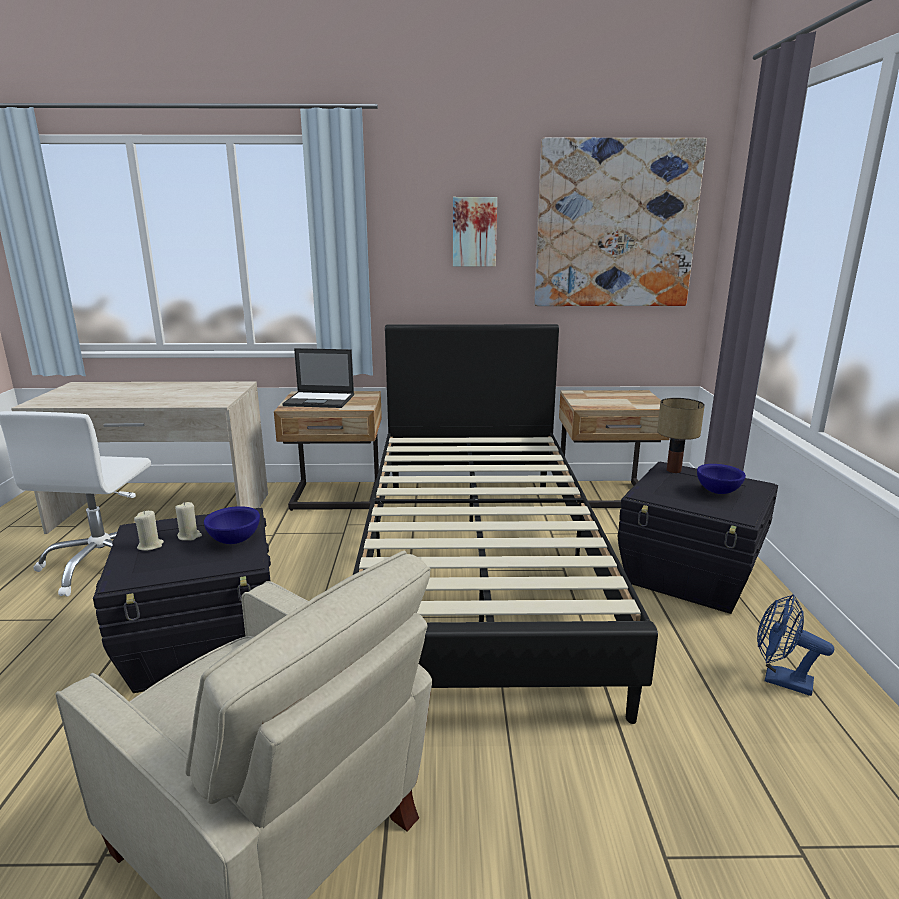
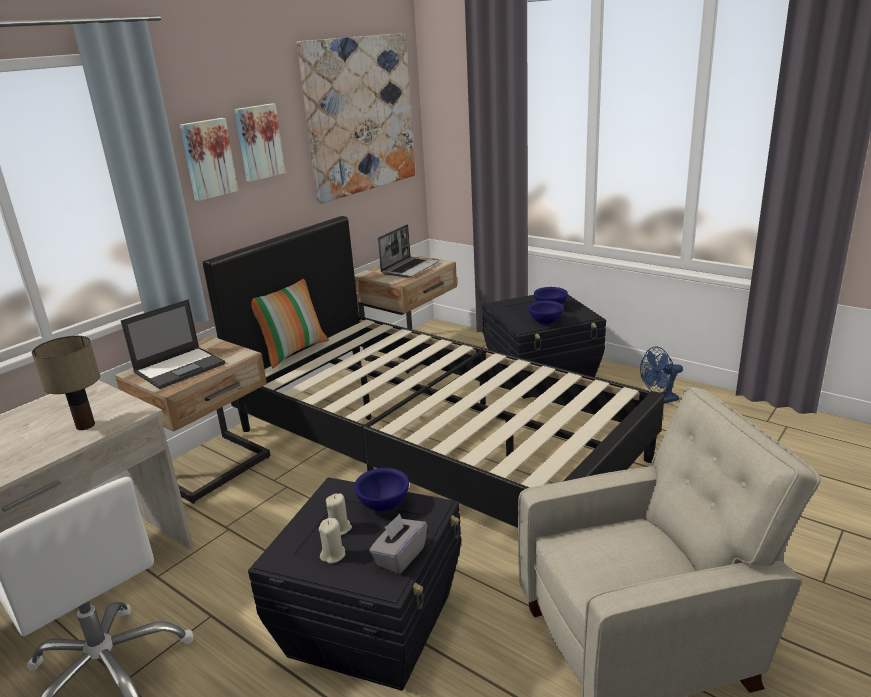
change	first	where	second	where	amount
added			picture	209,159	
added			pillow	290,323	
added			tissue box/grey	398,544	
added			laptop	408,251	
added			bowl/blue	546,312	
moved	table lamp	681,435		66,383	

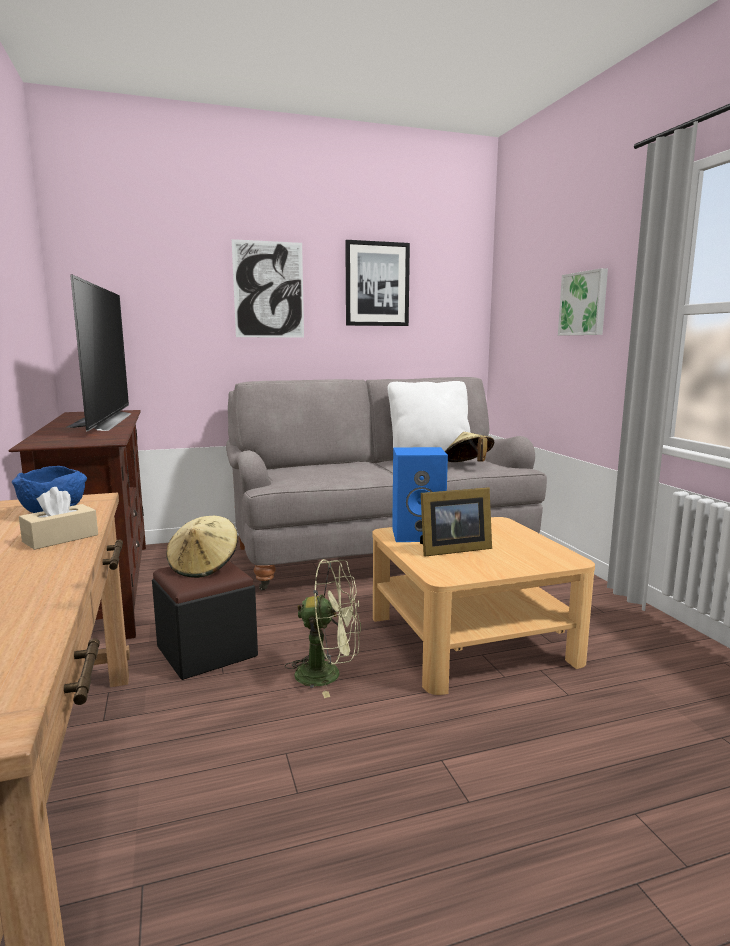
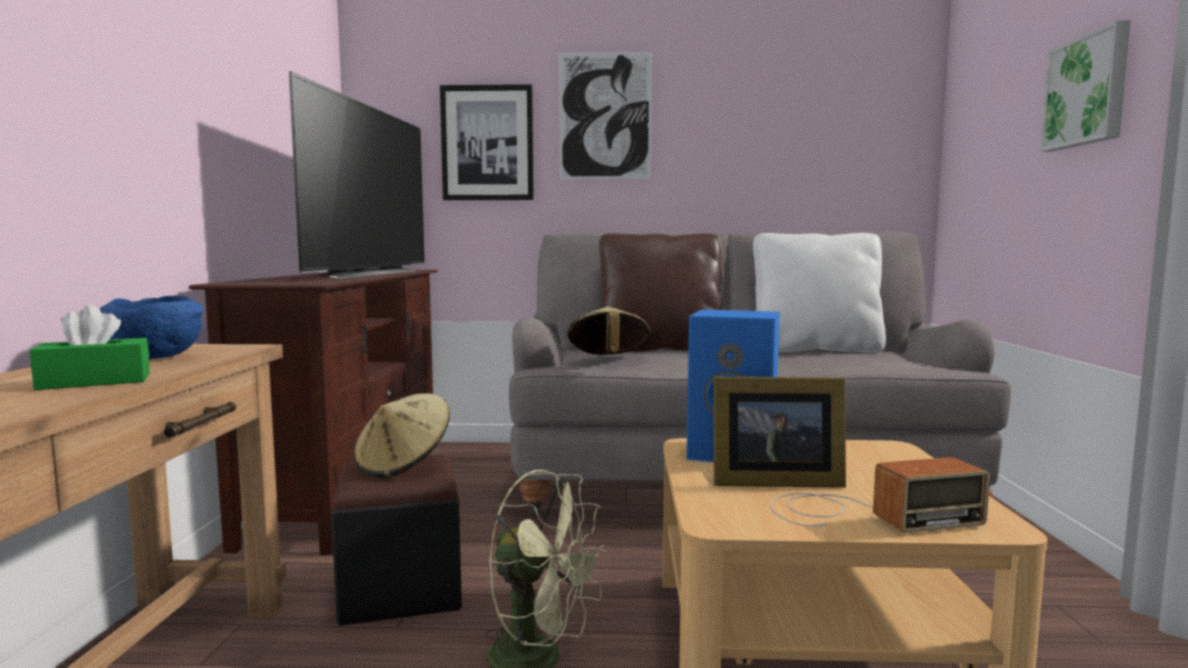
change	first	where	second	where	amount
added			pillow/brown	661,292	
added			radio	880,495	
moved	picture	377,283		487,142	
moved	hat/beige	469,447		609,330	
recoloured	tissue box/beige	58,518	tissue box/green	90,347	

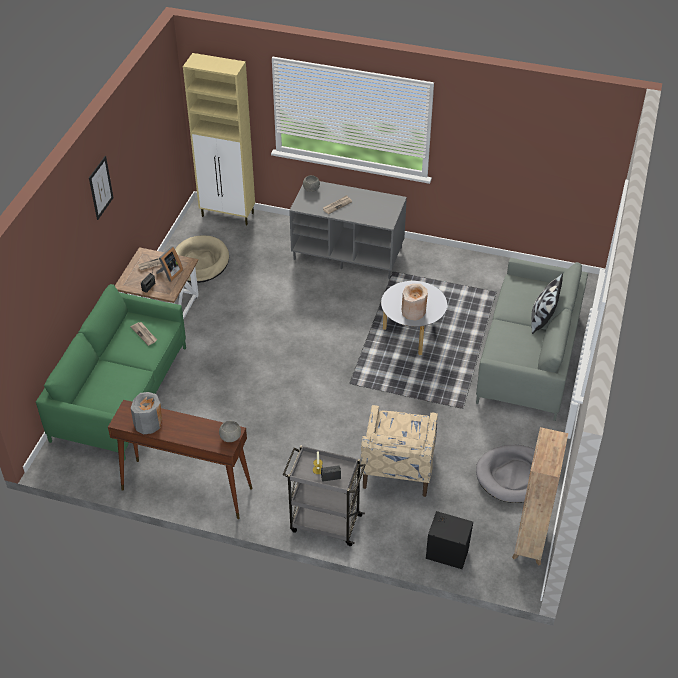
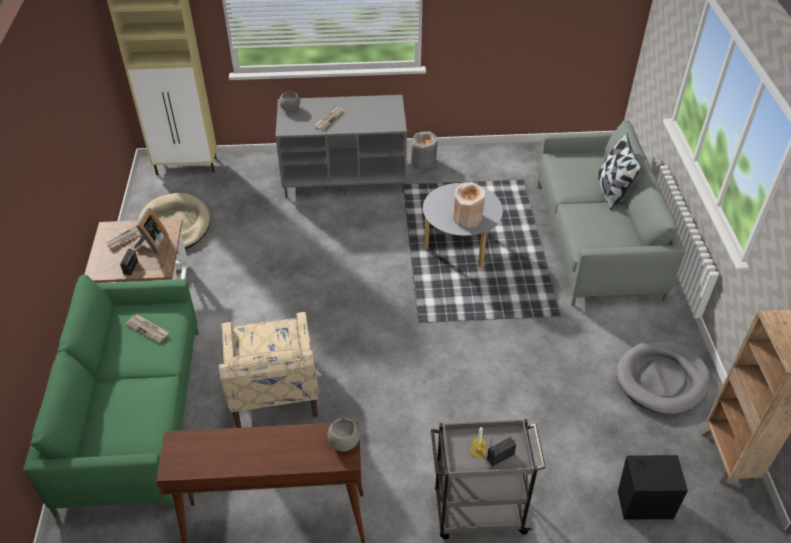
change	first	where	second	where	amount
removed	picture	101,188			
moved	vase/grey	146,413		424,150	
moved	armchair/beige	399,451		268,370	

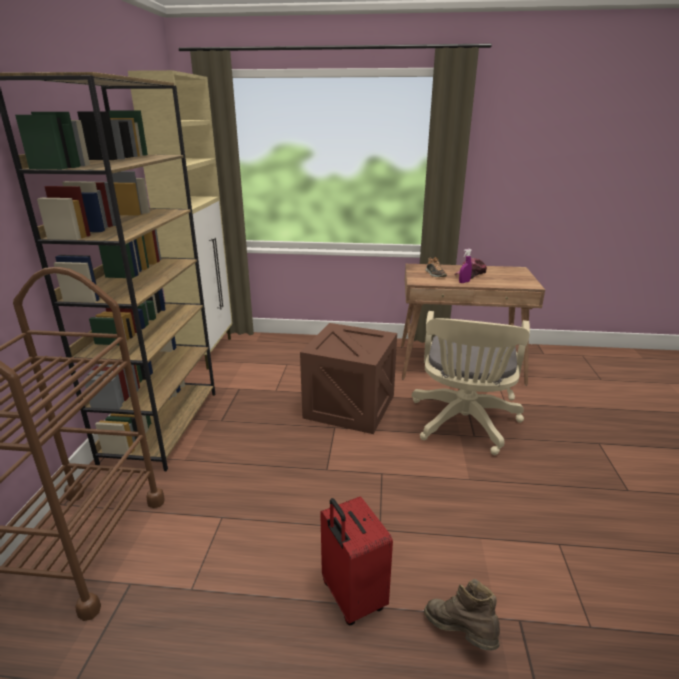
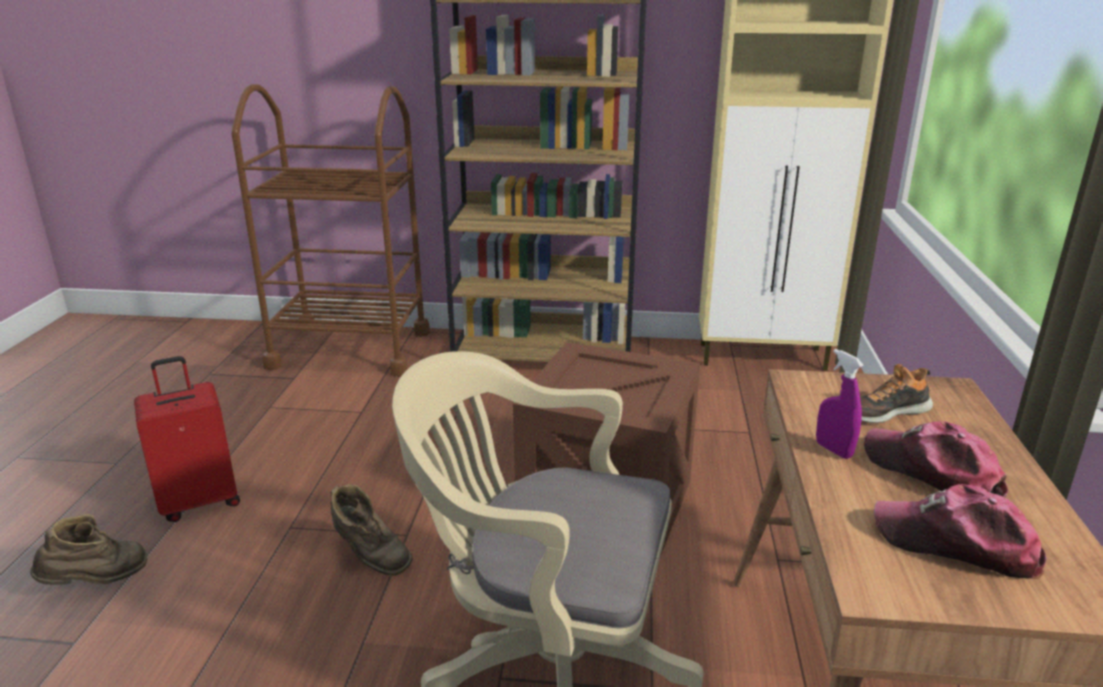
change	first	where	second	where	amount
added			boot/brown	371,530	
added			cap	960,531	

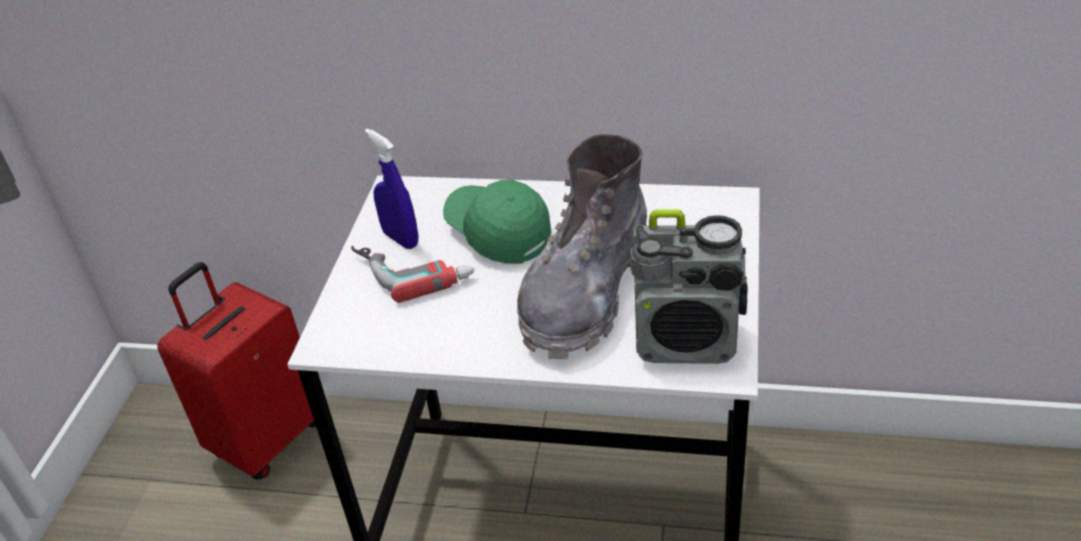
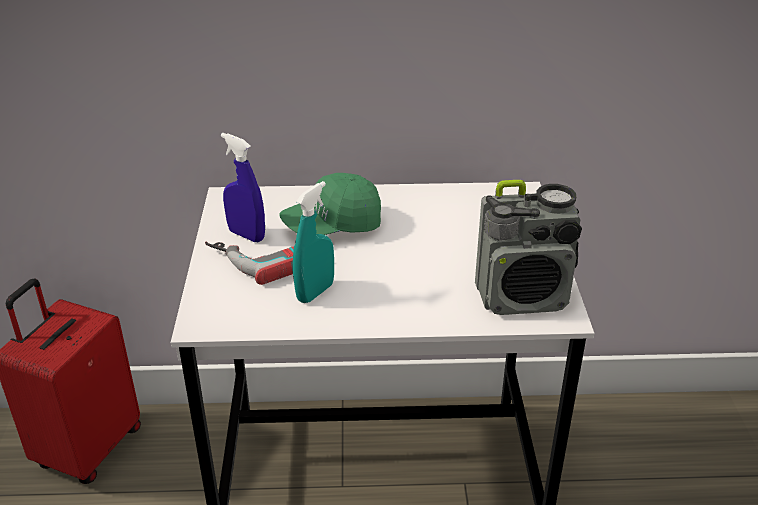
change	first	where	second	where	amount
removed	boot/grey	582,246			
added			spray bottle/turquoise	313,242	
turned	cap/green	497,222		330,204	60 degrees counterclockwise

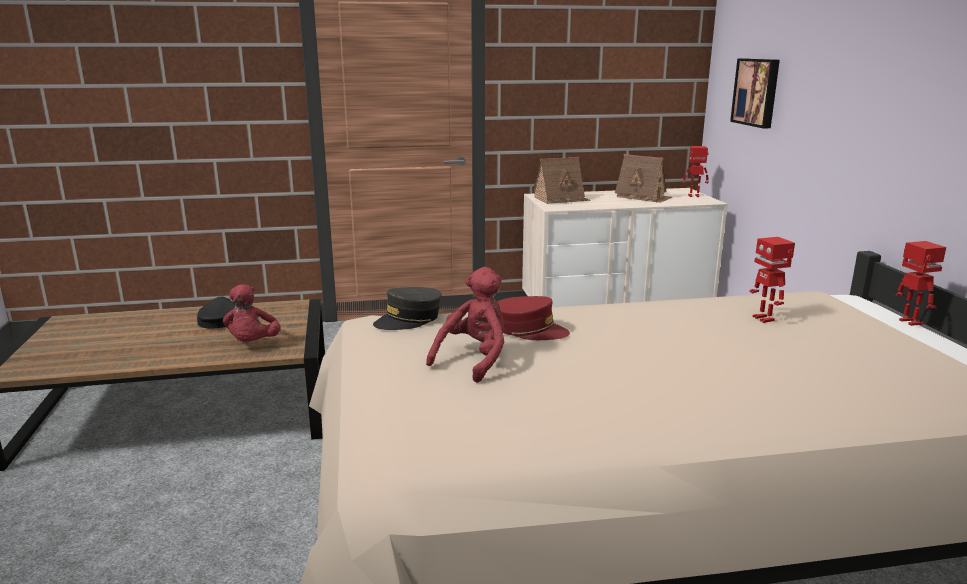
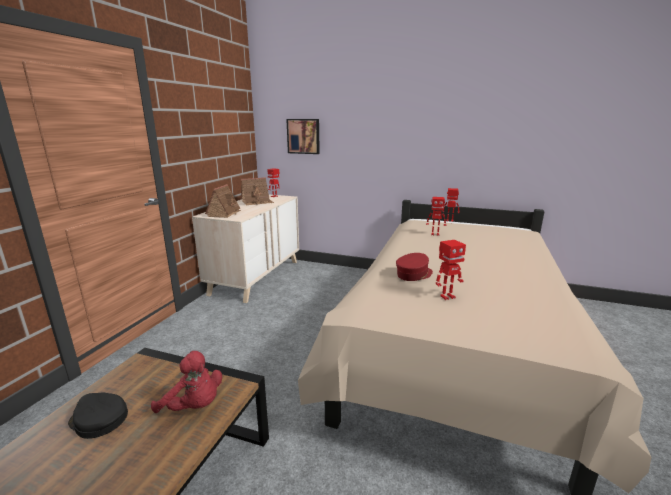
change	first	where	second	where	amount
removed	cap/grey	407,308			
replaced	plush toy/red	465,325	toy robot	451,270	

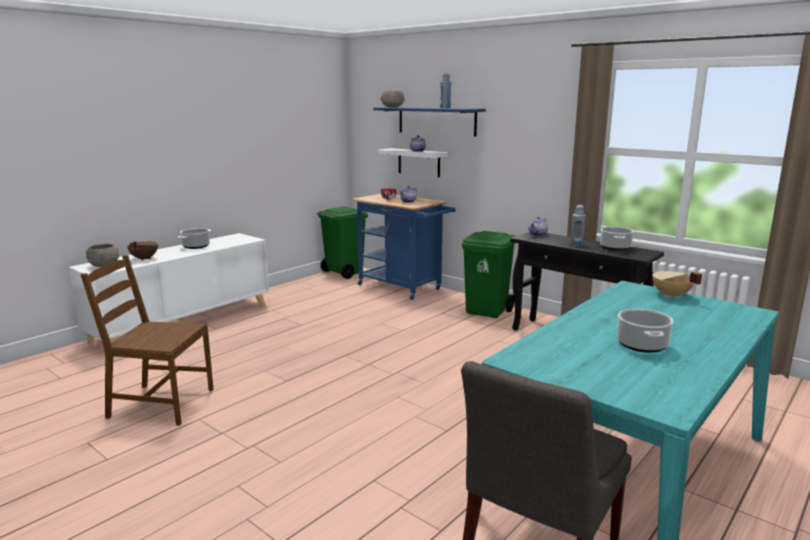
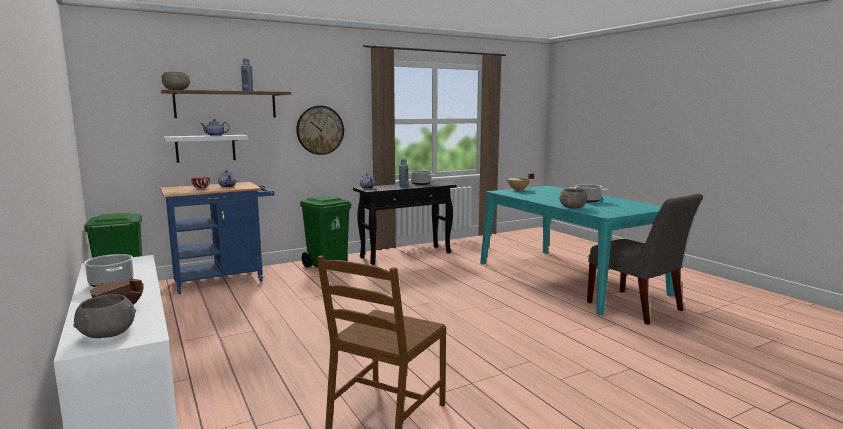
change	first	where	second	where	amount
added			wall clock	320,130	
added			bowl/grey	573,199	
recoloured	shelf/blue	429,122	shelf/brown	226,104	

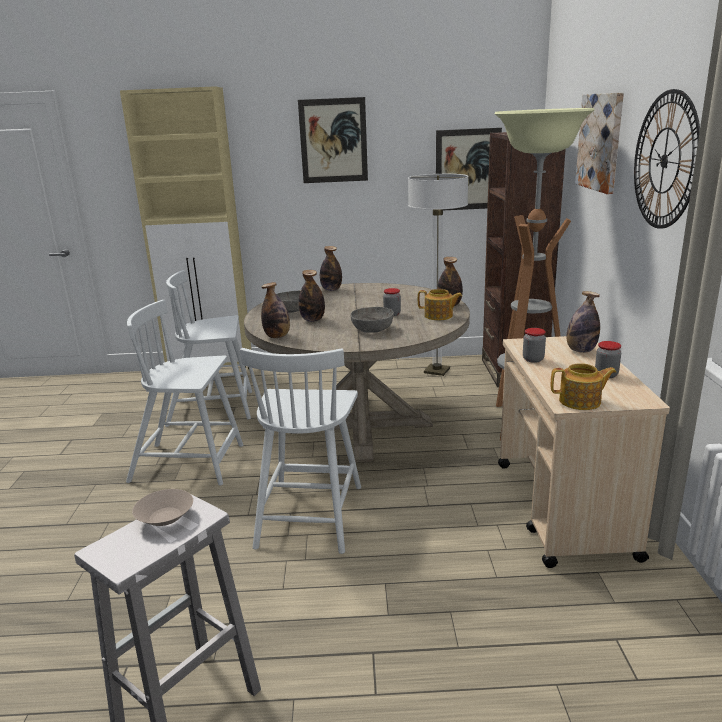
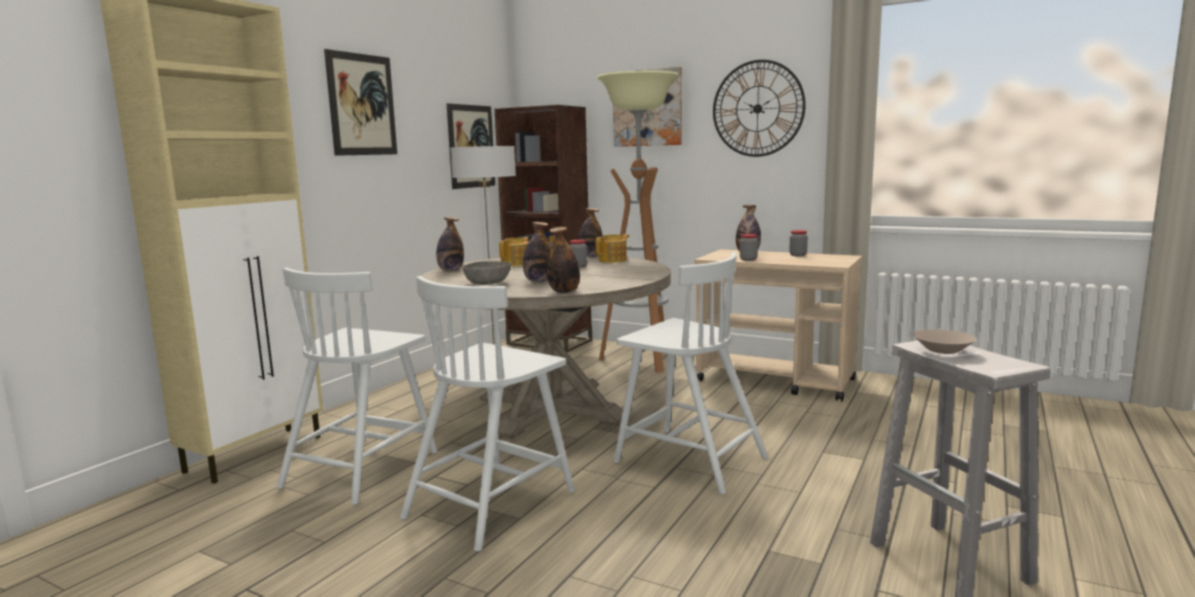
change	first	where	second	where	amount
removed	bowl/grey	372,320			
moved	teapot	584,386		514,251	

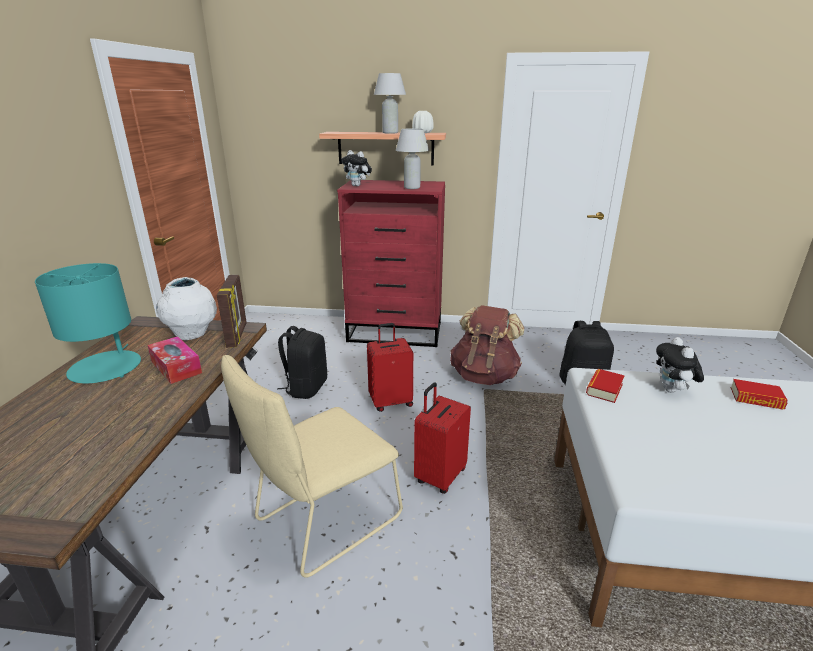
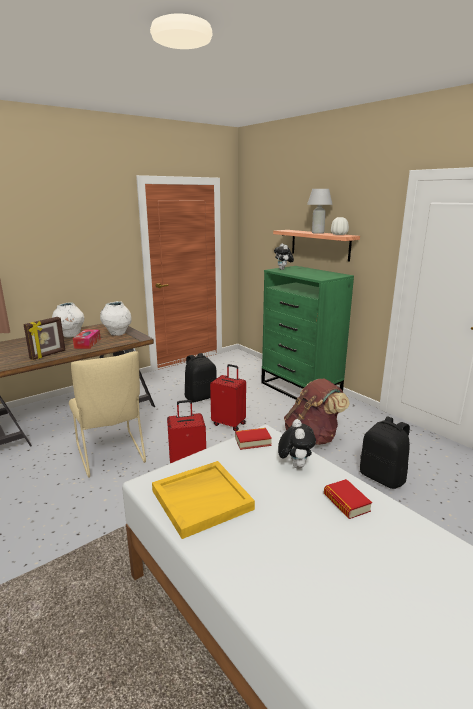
change	first	where	second	where	amount
removed	table lamp/white	412,158			
added			tray/yellow	203,500	
moved	picture frame	232,311		44,338	
replaced	table lamp/turquoise	88,323	vase/white	68,320	
recoloured	dresser/red	391,263	dresser/green	307,333	
turned	chair/beige	312,466		107,414	120 degrees counterclockwise
turned	plush toy	680,365		297,444	135 degrees clockwise

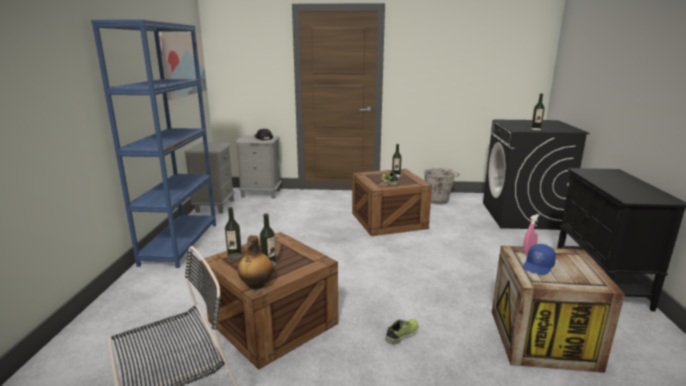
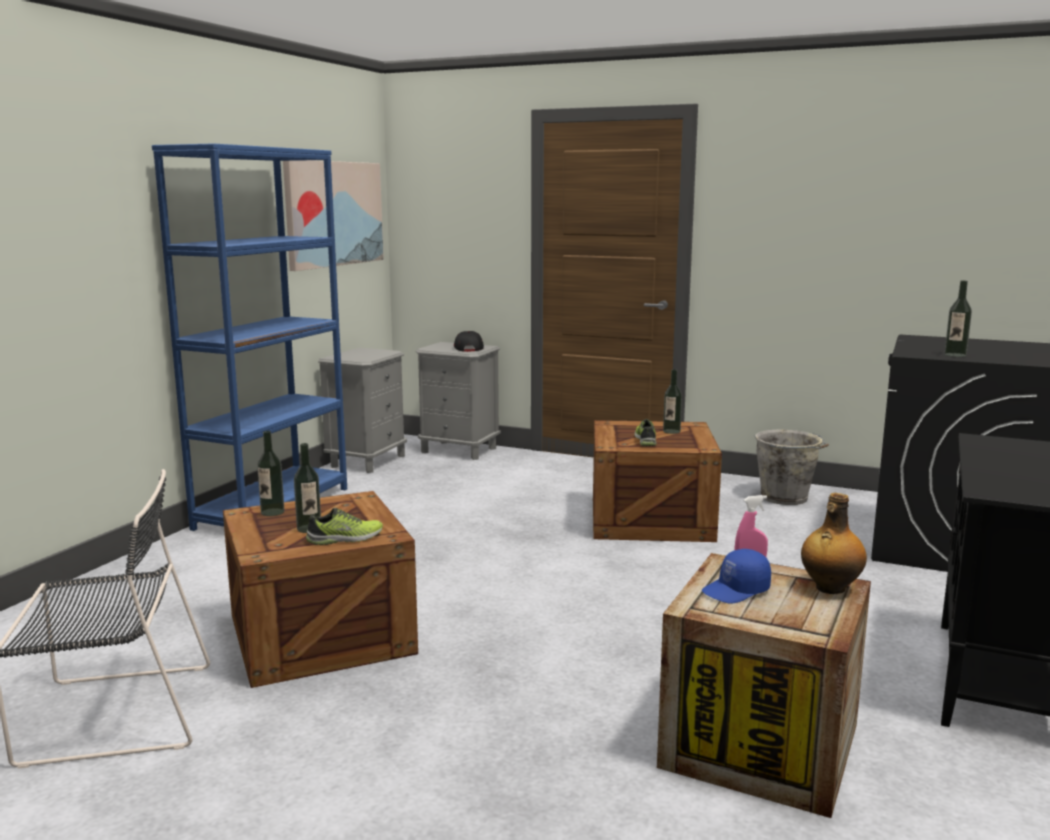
change	first	where	second	where	amount
moved	bottle	255,262		834,543	
moved	shoe	401,331		344,526	

